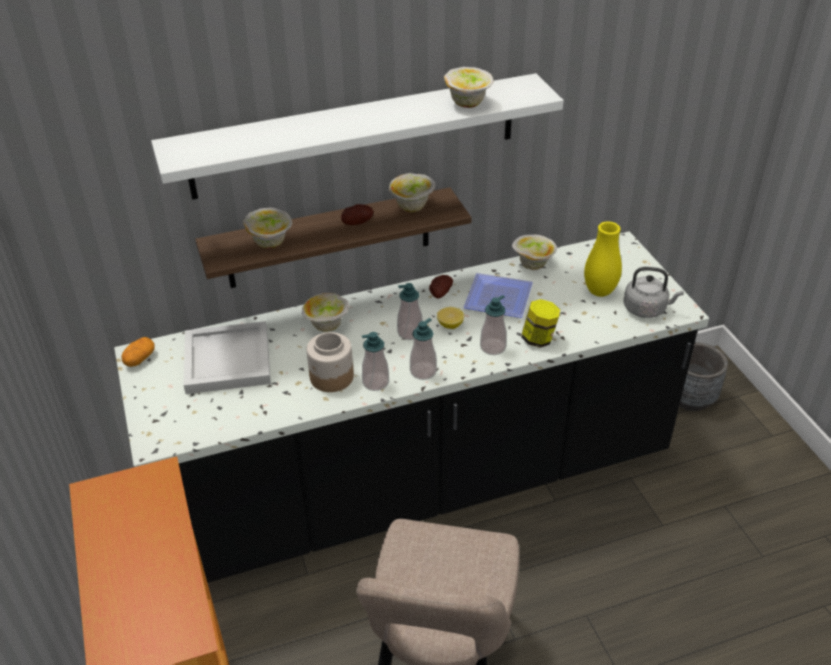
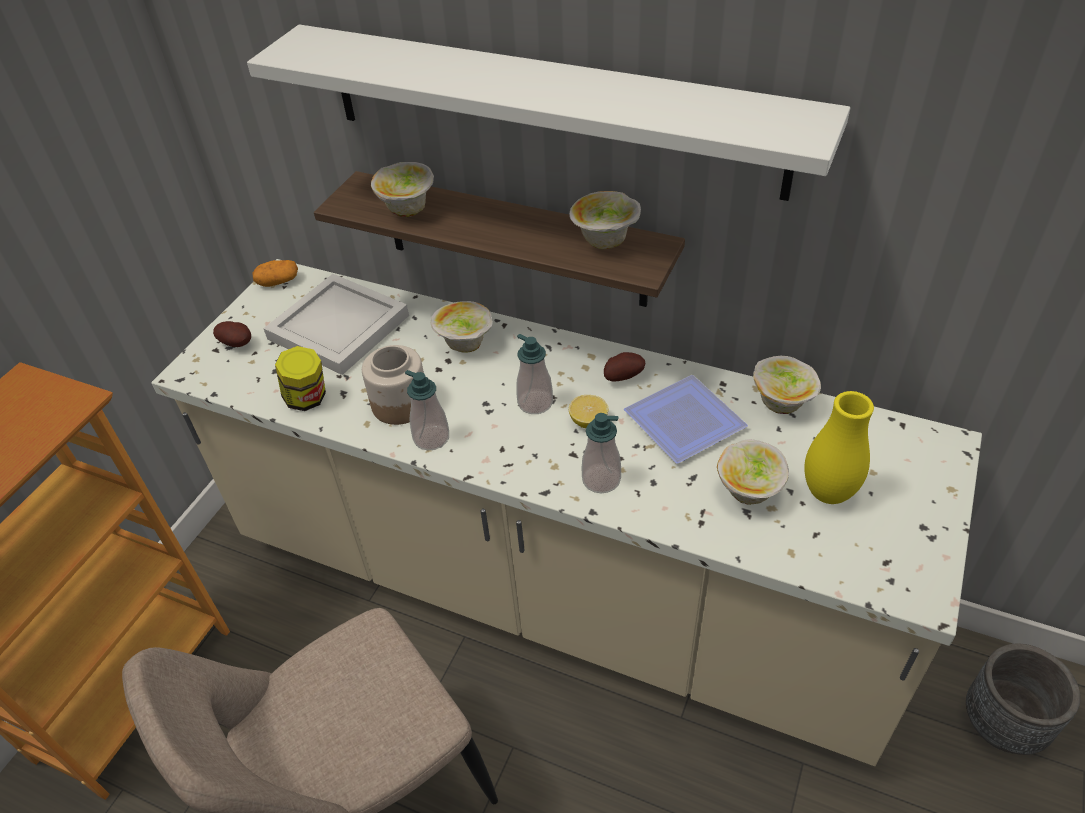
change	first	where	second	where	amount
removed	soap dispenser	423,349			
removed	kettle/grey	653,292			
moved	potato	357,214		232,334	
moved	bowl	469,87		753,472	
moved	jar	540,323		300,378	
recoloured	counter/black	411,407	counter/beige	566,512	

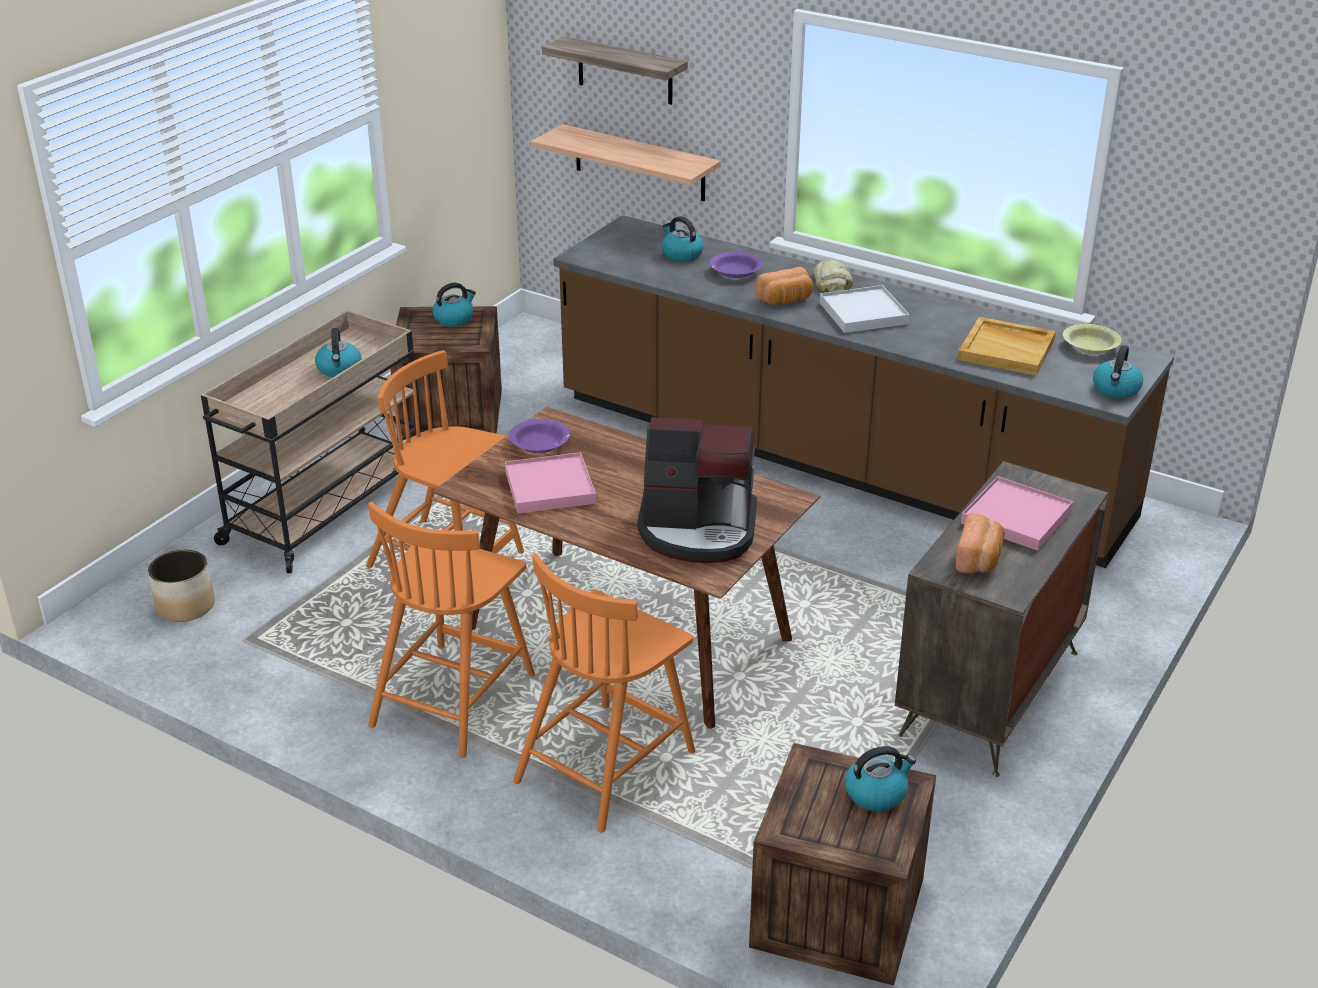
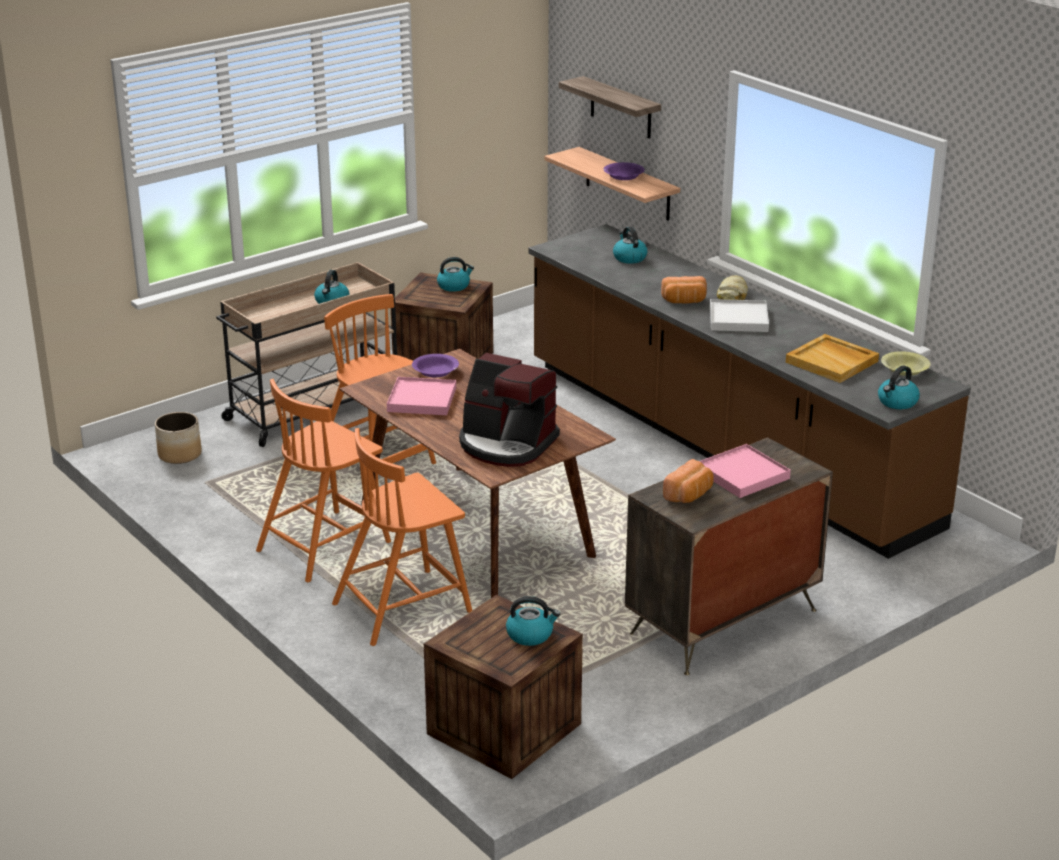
change	first	where	second	where	amount
moved	bowl/purple	736,265		624,171	

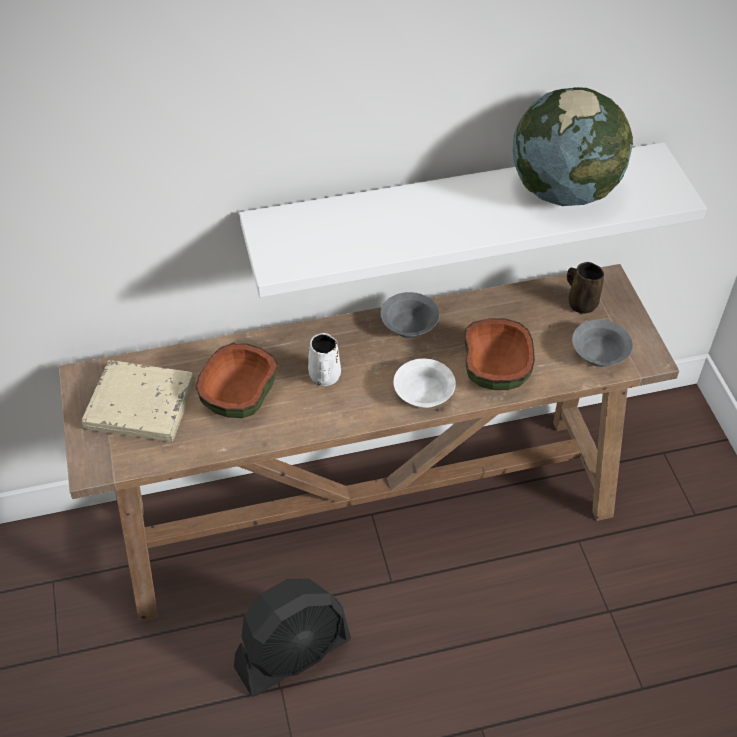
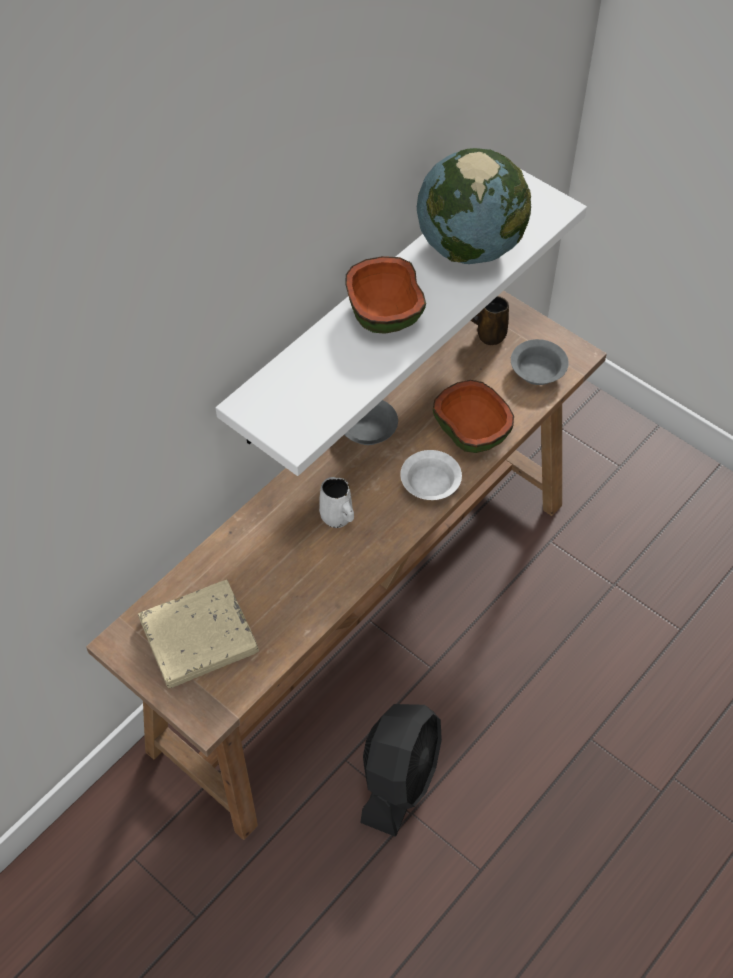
change	first	where	second	where	amount
moved	bowl	237,380		386,295	

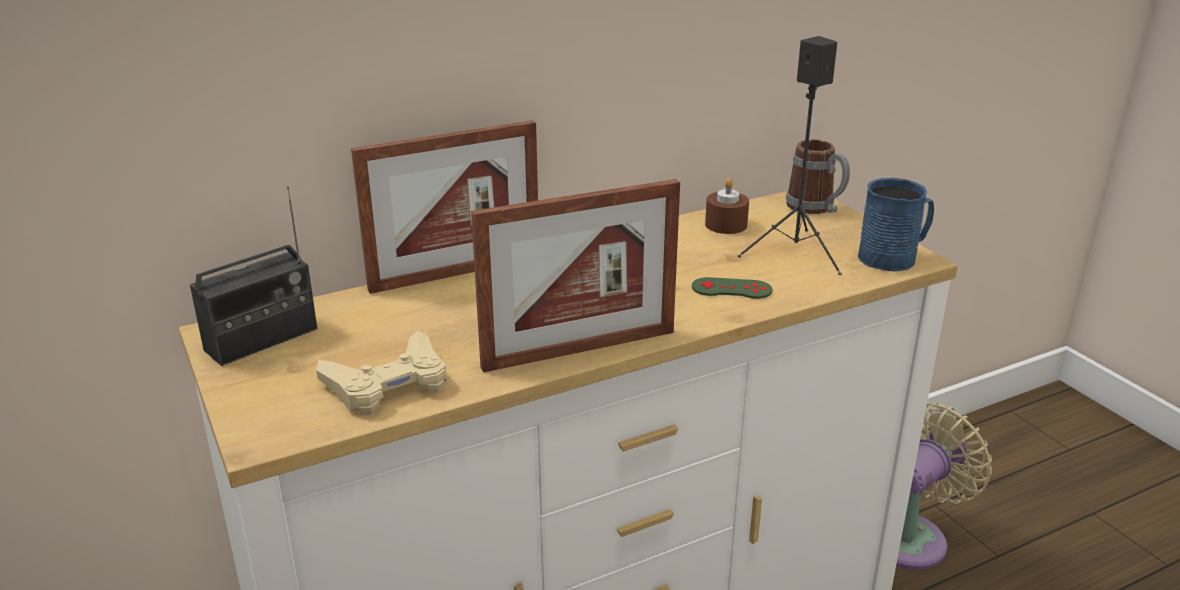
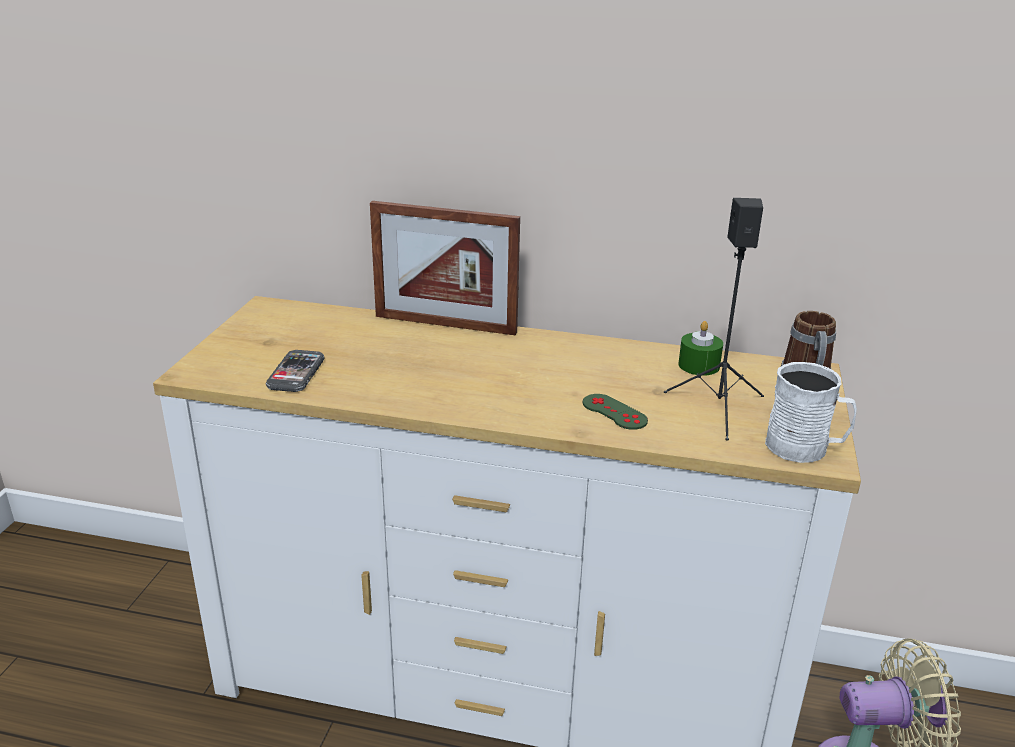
change	first	where	second	where	amount
removed	radio	253,276			
removed	picture frame	575,276			
replaced	game controller/beige	381,373	phone	295,371	
recoloured	candle/brown	727,206	candle/green	700,348	
recoloured	mug/blue	896,225	mug/white	811,412	

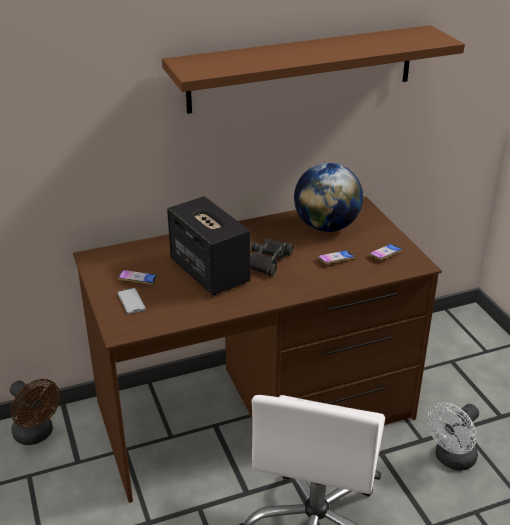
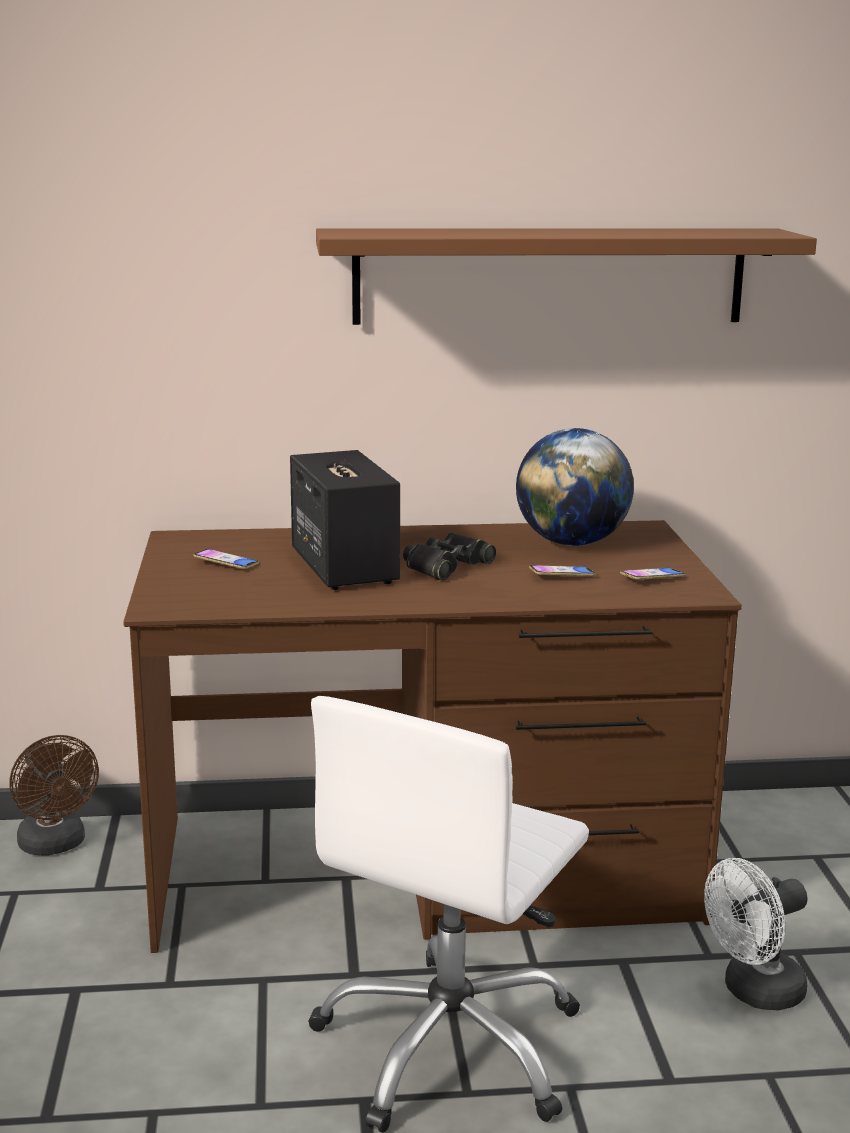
change	first	where	second	where	amount
removed	phone	132,301			

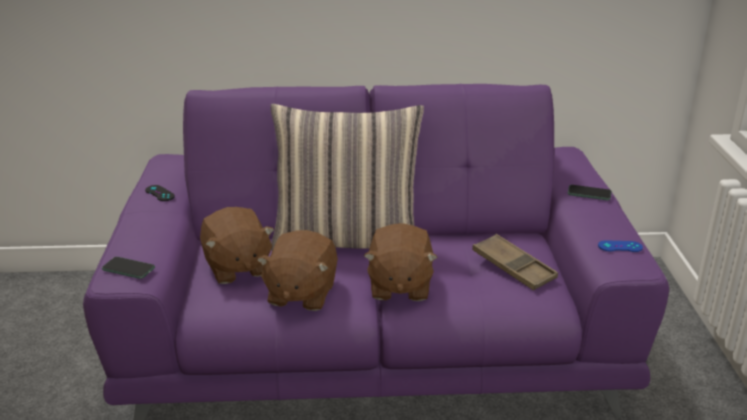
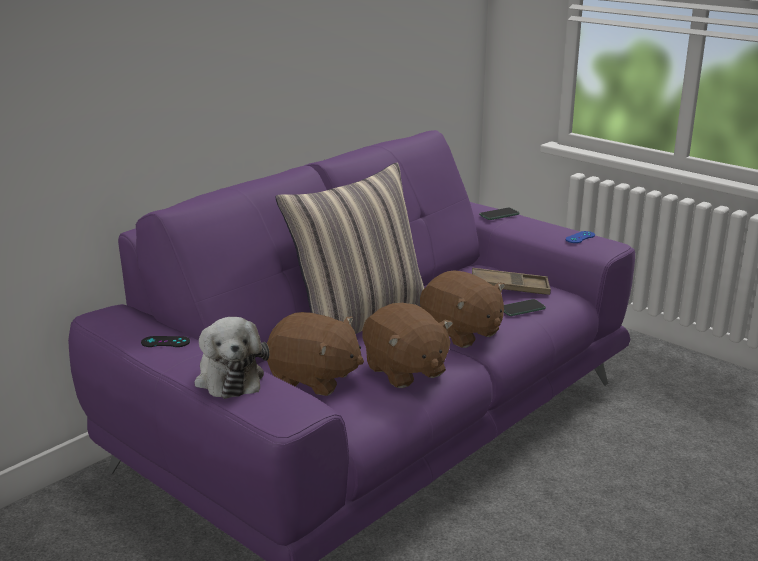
change	first	where	second	where	amount
added			plush toy	231,358	
moved	phone	128,268		525,307	

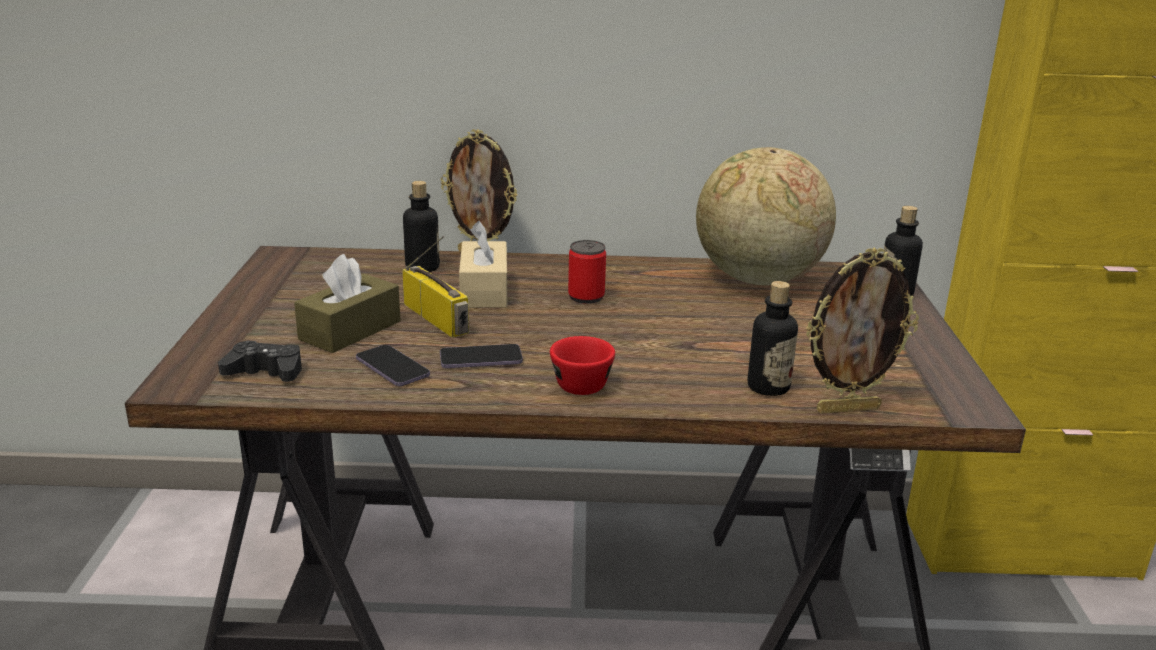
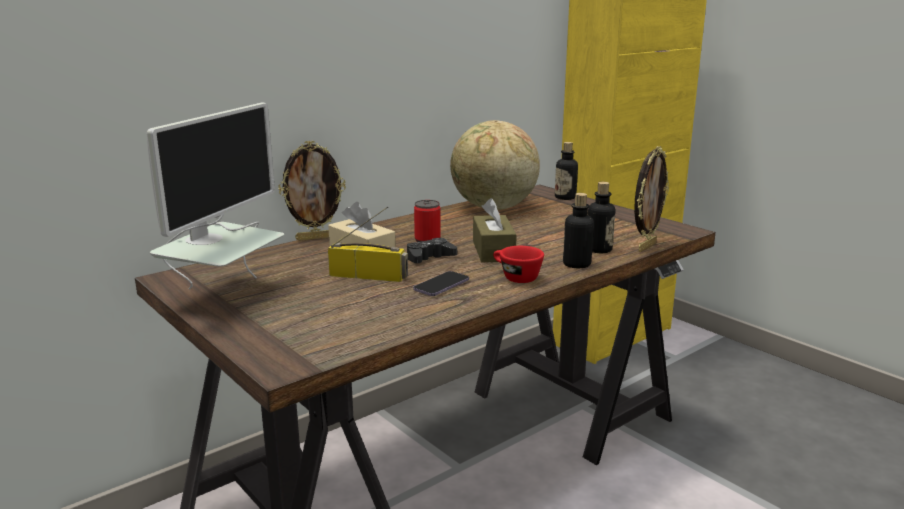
change	first	where	second	where	amount
removed	phone	393,365			
added			monitor	215,196	
moved	game controller/black	260,361		432,250	
moved	tissue box/brown	347,303		495,230	
moved	bottle	421,226		578,230	

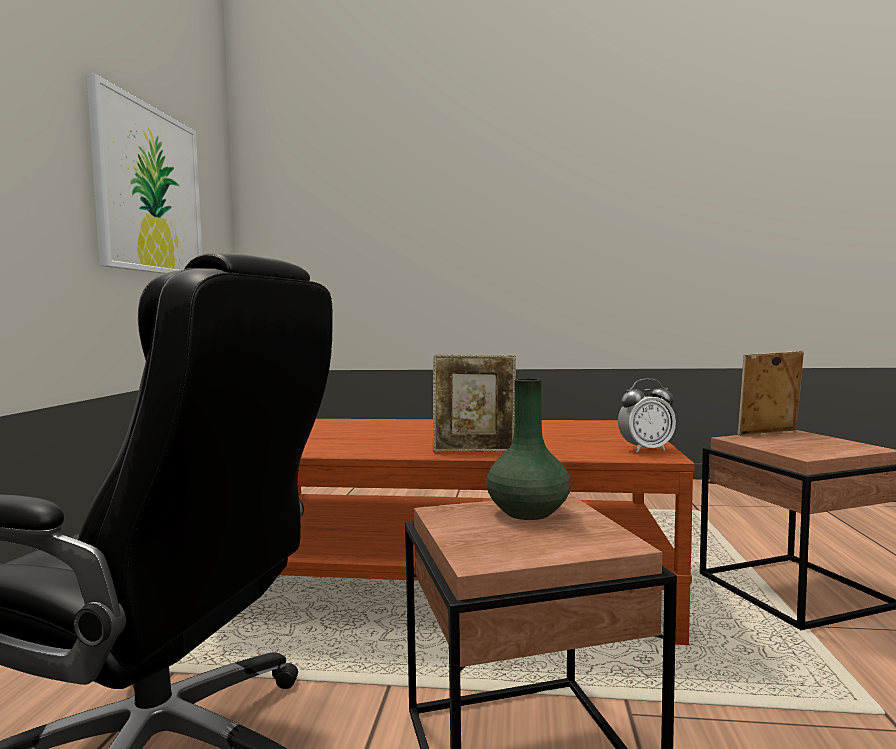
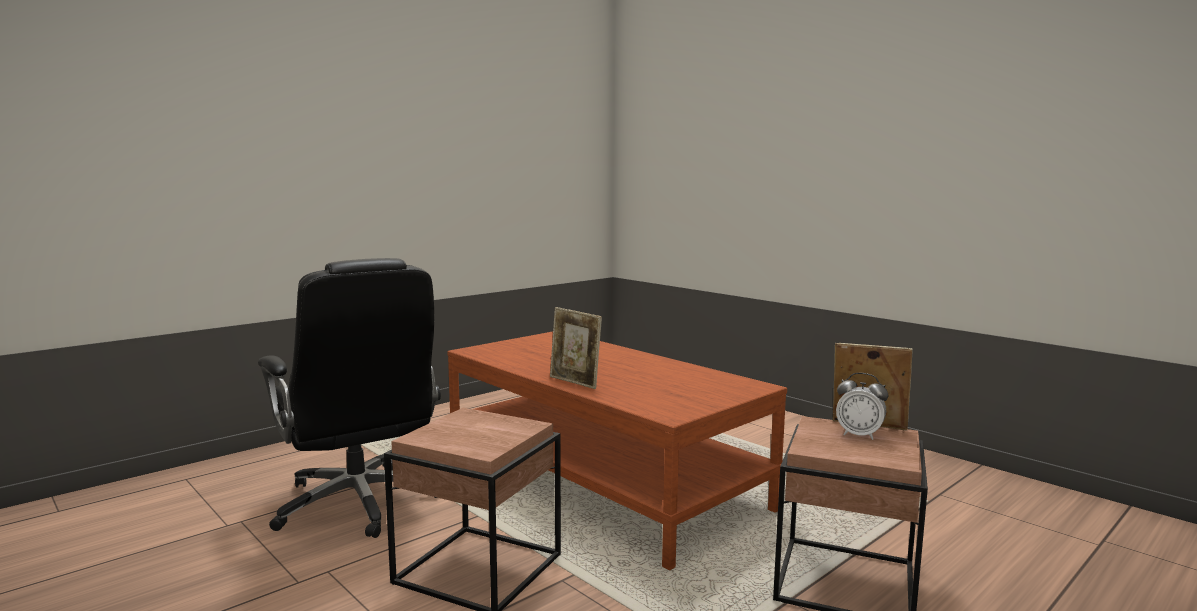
change	first	where	second	where	amount
removed	picture	144,174			
removed	vase/green	528,449			
moved	alarm clock	647,415		862,406	

